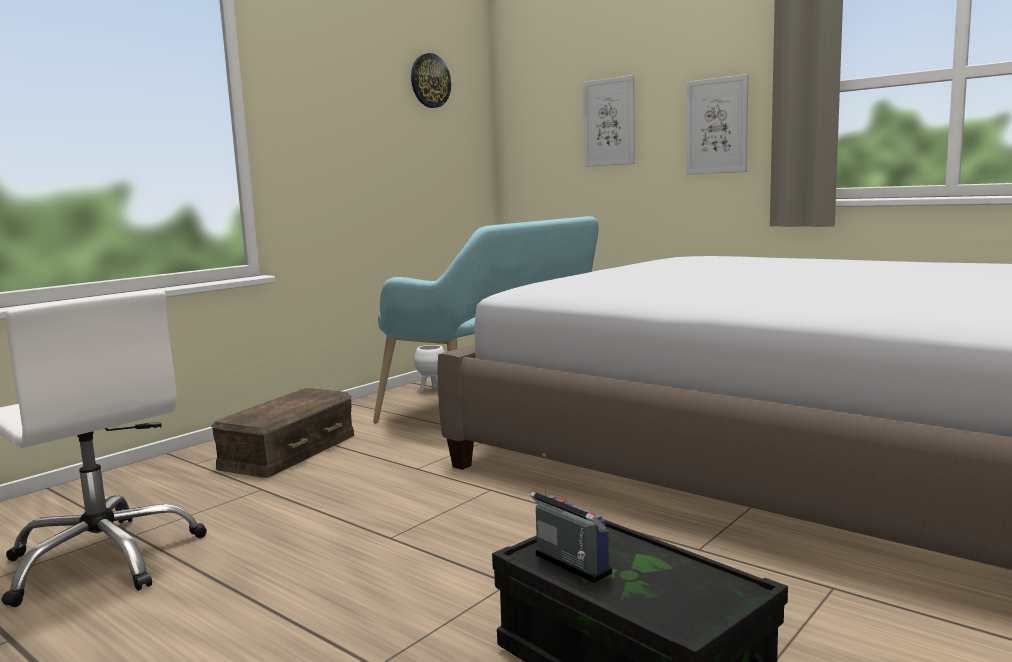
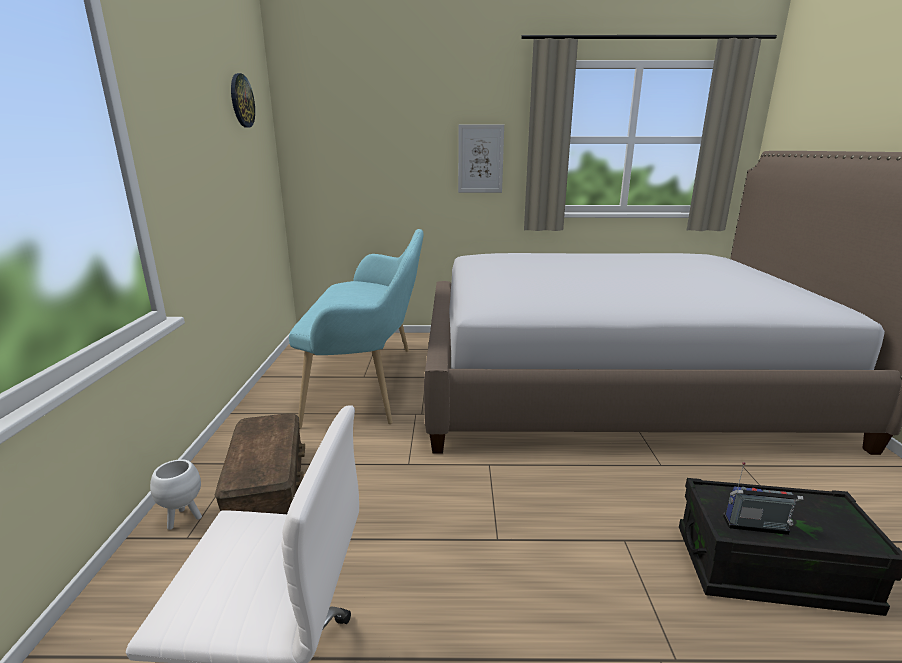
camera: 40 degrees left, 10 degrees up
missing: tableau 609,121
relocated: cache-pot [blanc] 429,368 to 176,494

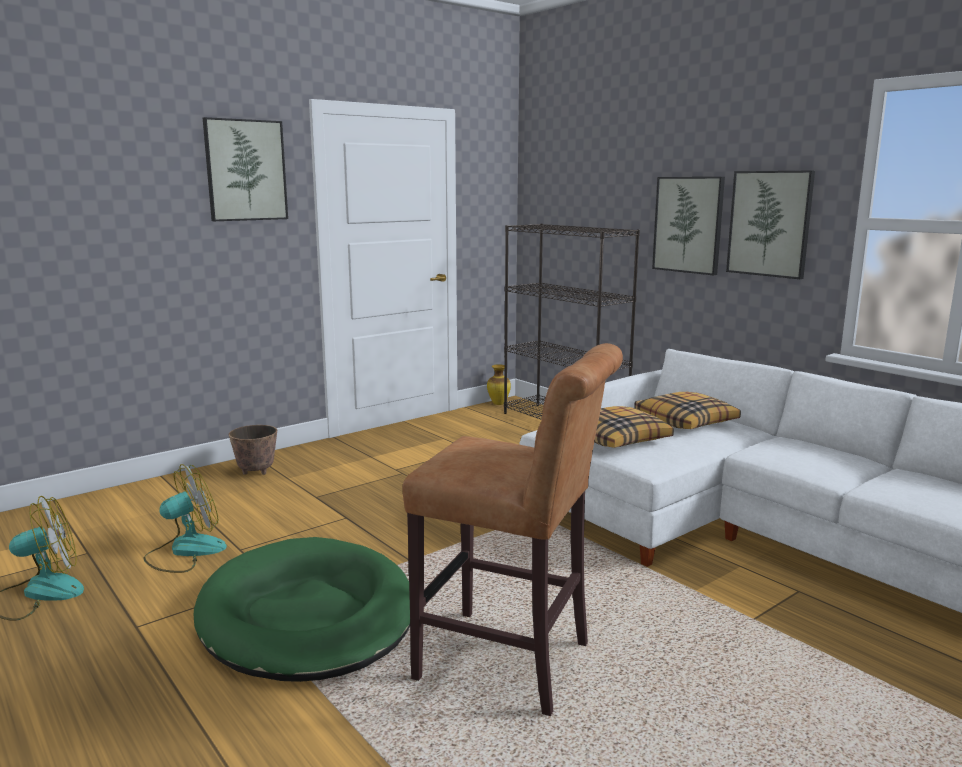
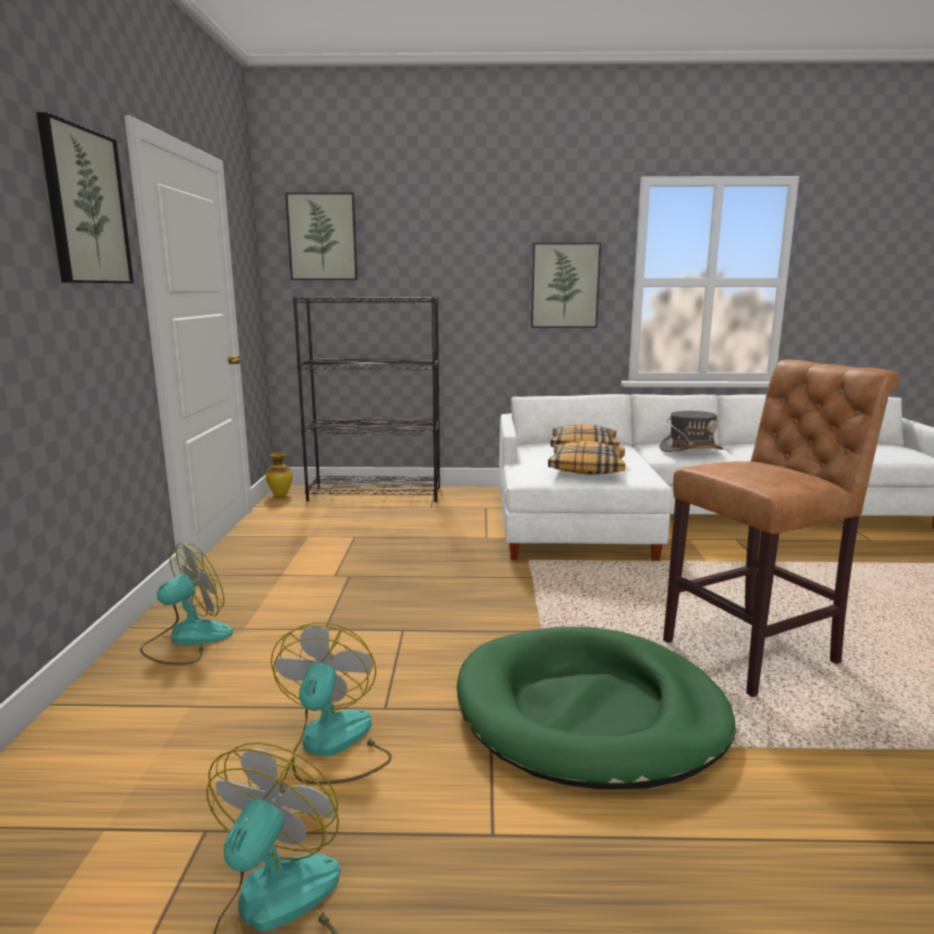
camera: 50 degrees left, 0 degrees up
appeared: chapeau [gris] 691,431
relocated: tableau 688,226 to 321,236
exchanged: cache-pot 253,450 to ventilateur 186,604

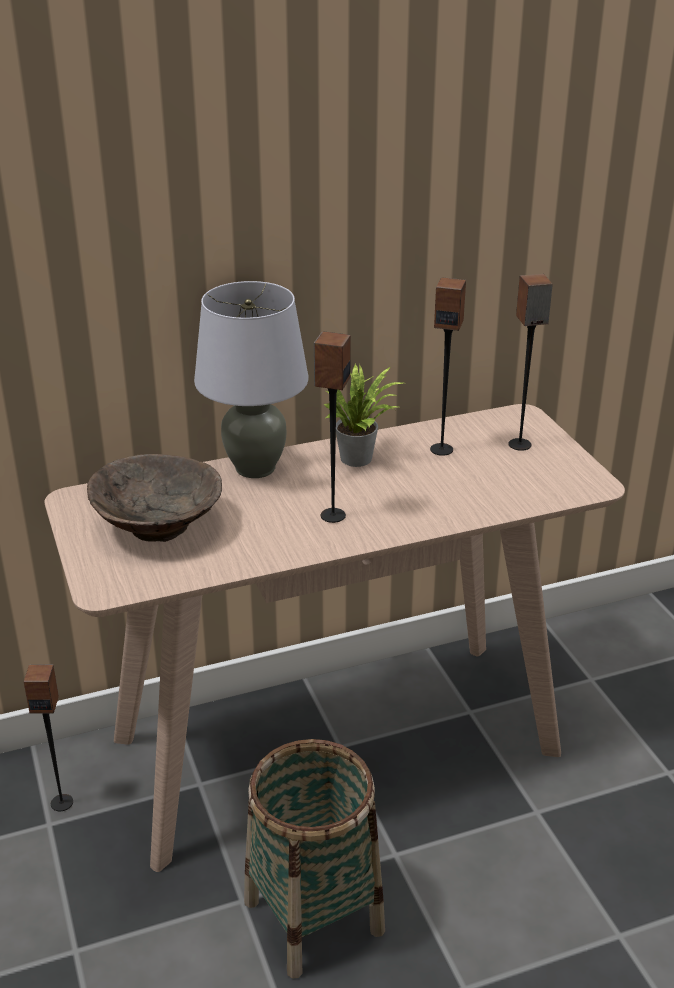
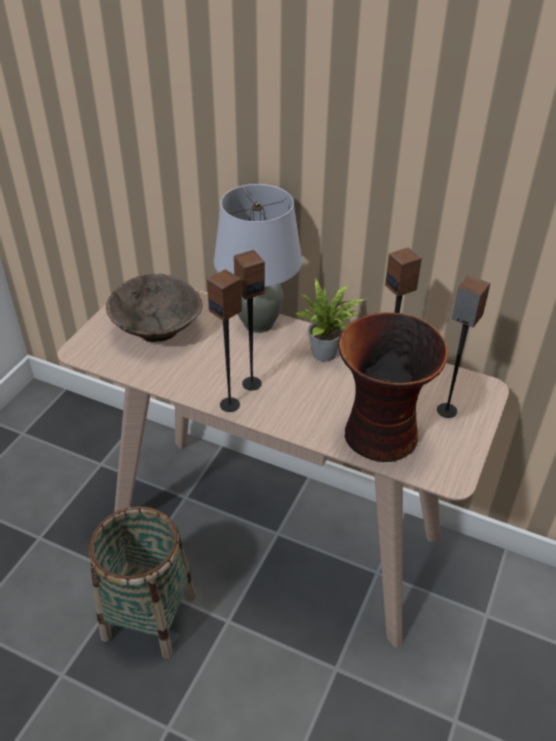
camera: 45 degrees right, 10 degrees up
appeared: vase 393,387
relocated: enceinte 48,737 to 224,340

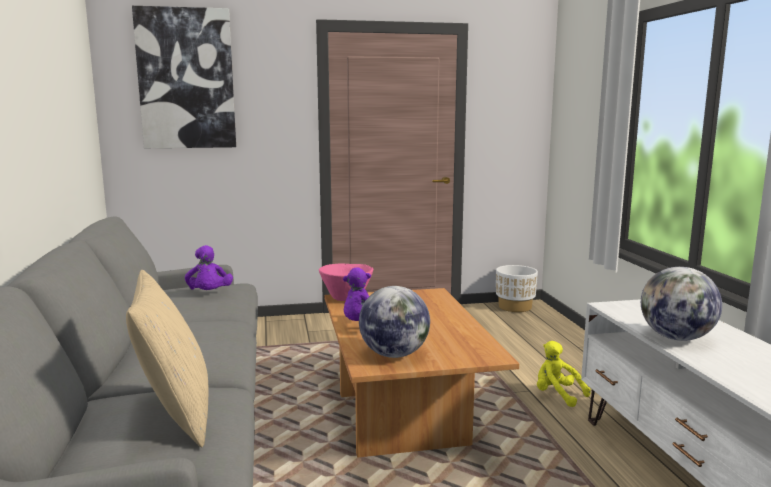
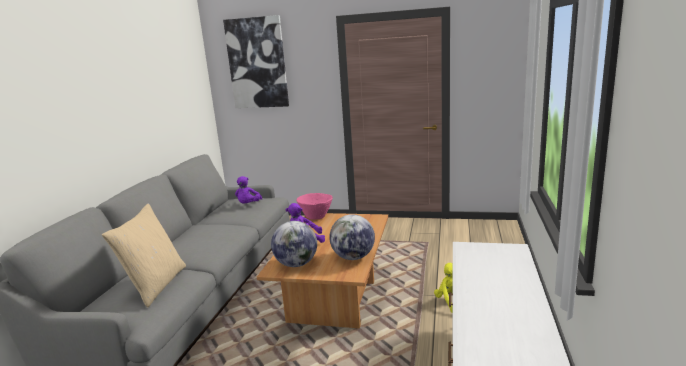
camera: 25 degrees right, 5 degrees up
missing: cache-pot [blanc] 517,288
relocated: globe 681,304 to 352,237

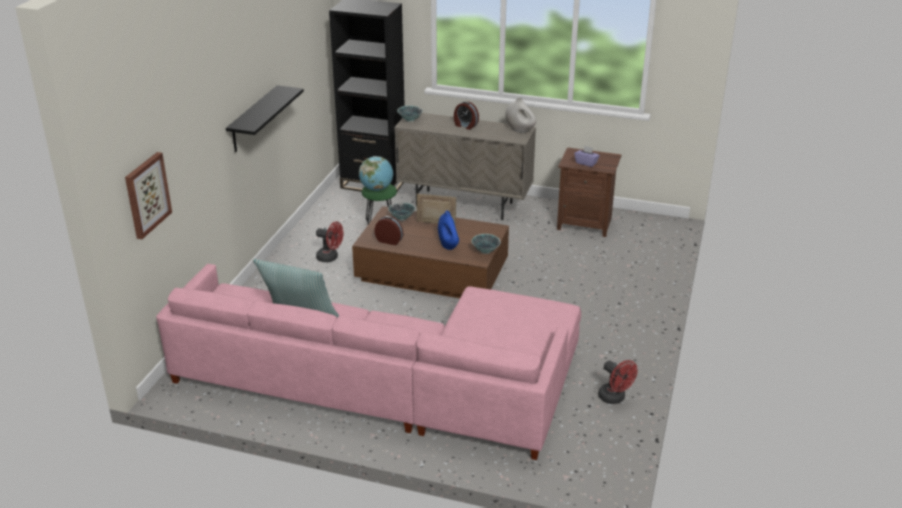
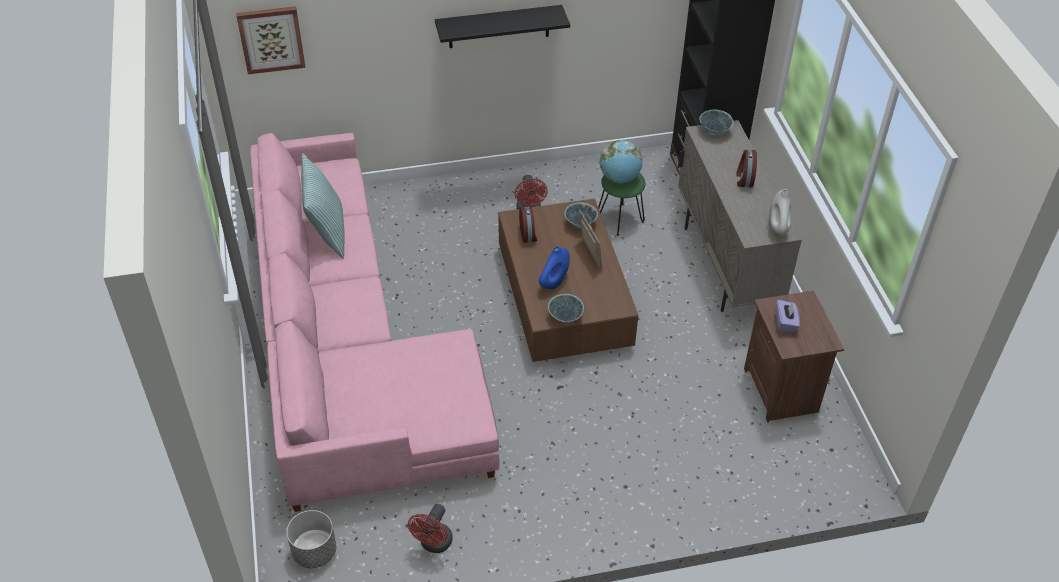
camera: 60 degrees right, 15 degrees up
appeared: cache-pot [gris] 311,539

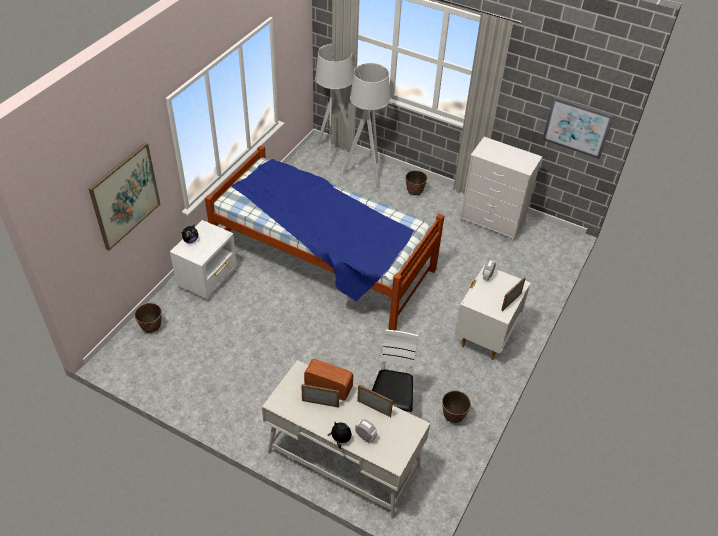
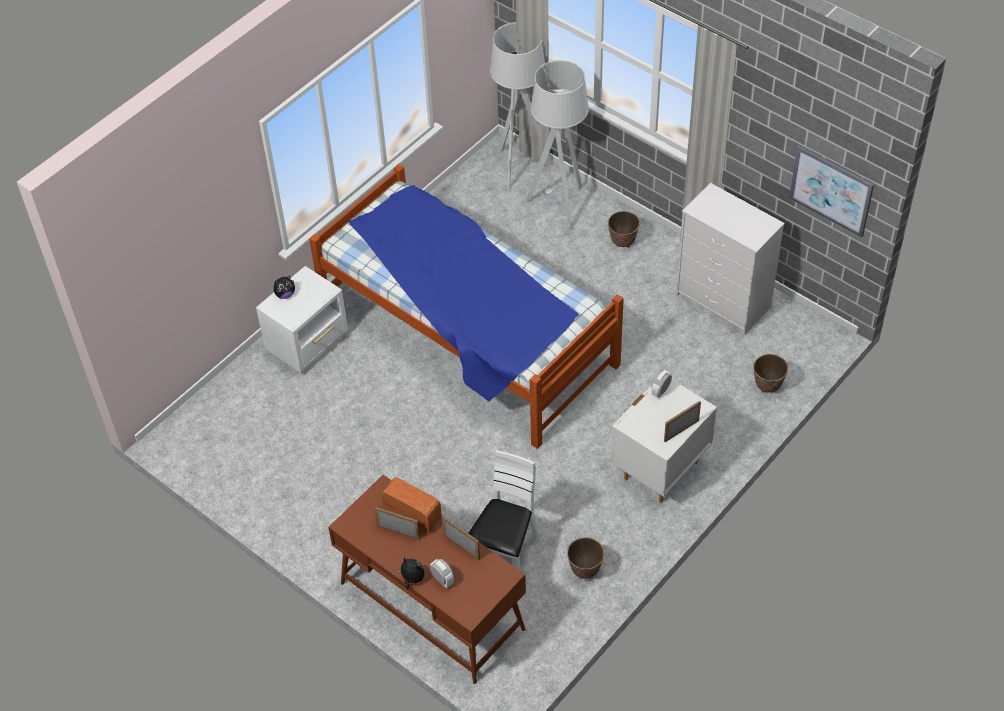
camera: 15 degrees right, 5 degrees up
missing: tableau 124,197
relocated: cache-pot 148,318 to 770,373
colour: bureau [blanc] 346,439 to bureau [marron] 427,579

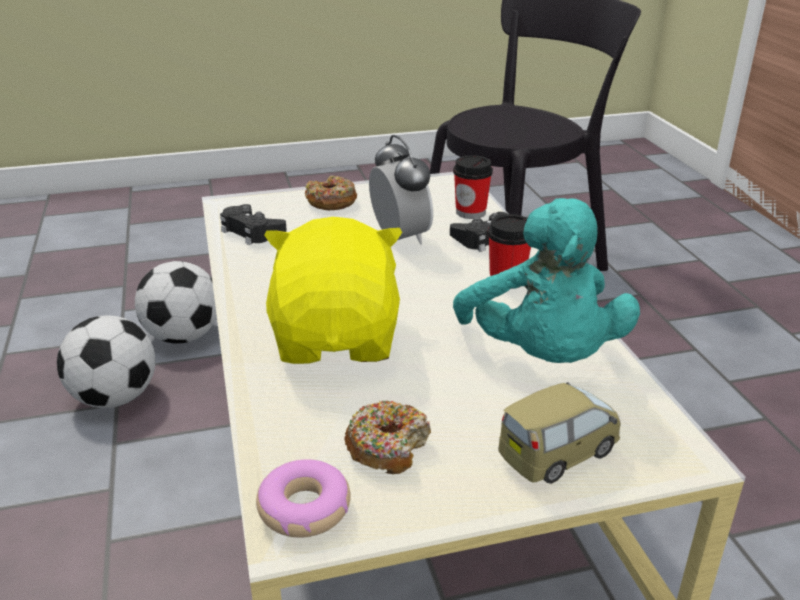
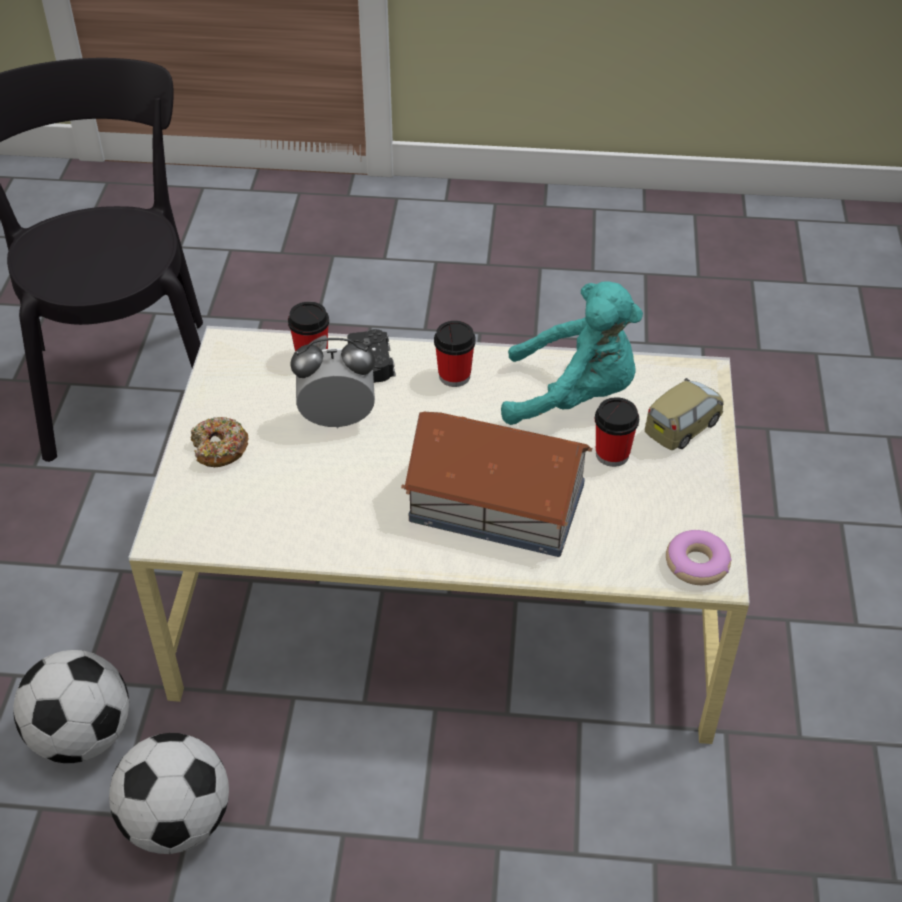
camera: 70 degrees left, 15 degrees up
missing: manette [noir] 253,224; beignet 387,437
appeared: tasse 617,432
exchanged: peluche [jaune] 333,290 to maison miniature 496,484
spun: petite voiture 560,433 = 684,414 60 degrees clockwise

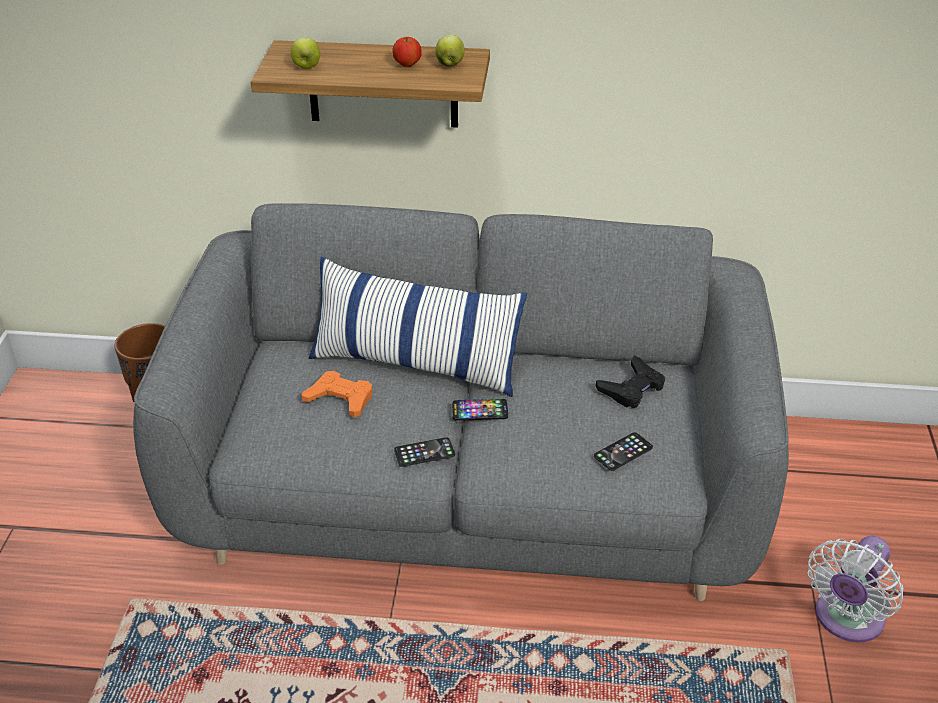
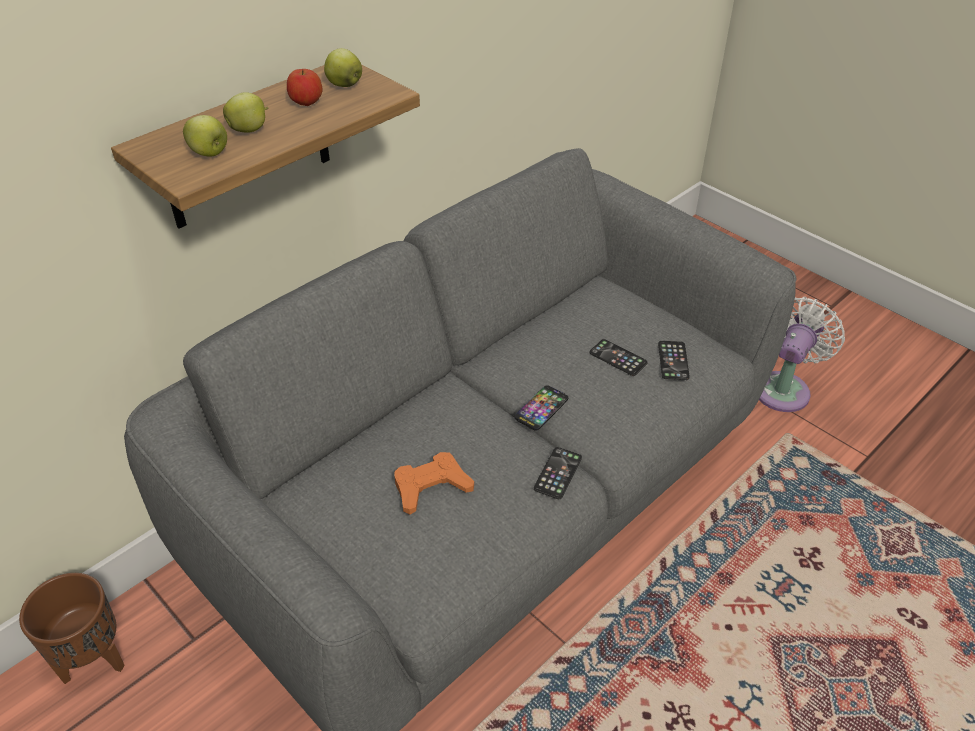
camera: 50 degrees left, 5 degrees up
missing: coussin 418,327; manette [noir] 630,382
appeared: pomme 245,112; téléphone 619,357
spun: ventilateur [blanc] 856,589 = 802,354 135 degrees counterclockwise

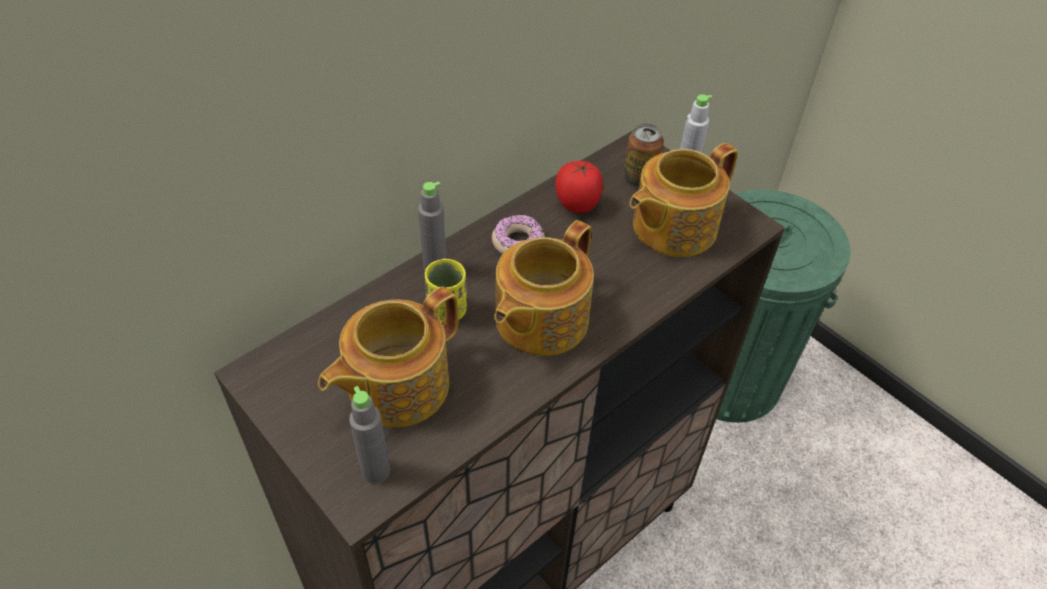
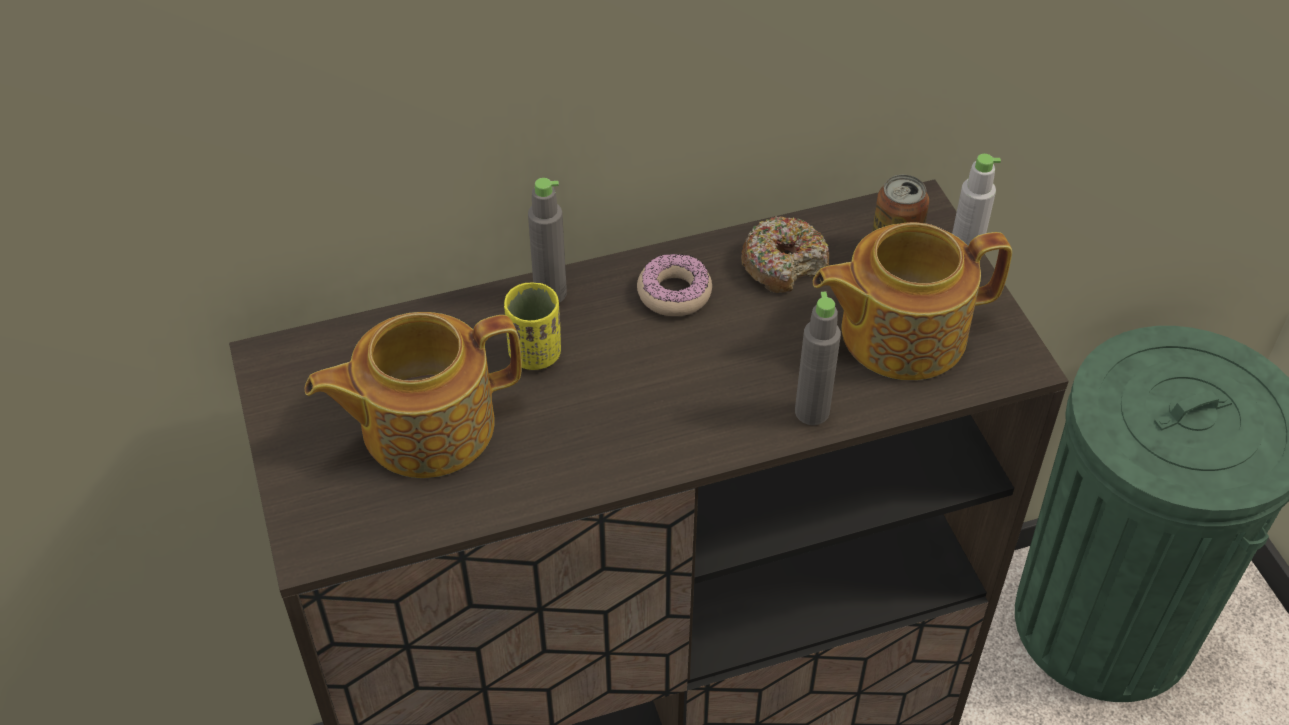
camera: 25 degrees right, 0 degrees up
missing: théière 544,288
relocated: bouteille [gris] 369,435 to 818,358
exchanged: tomate 579,187 to beignet 785,254

